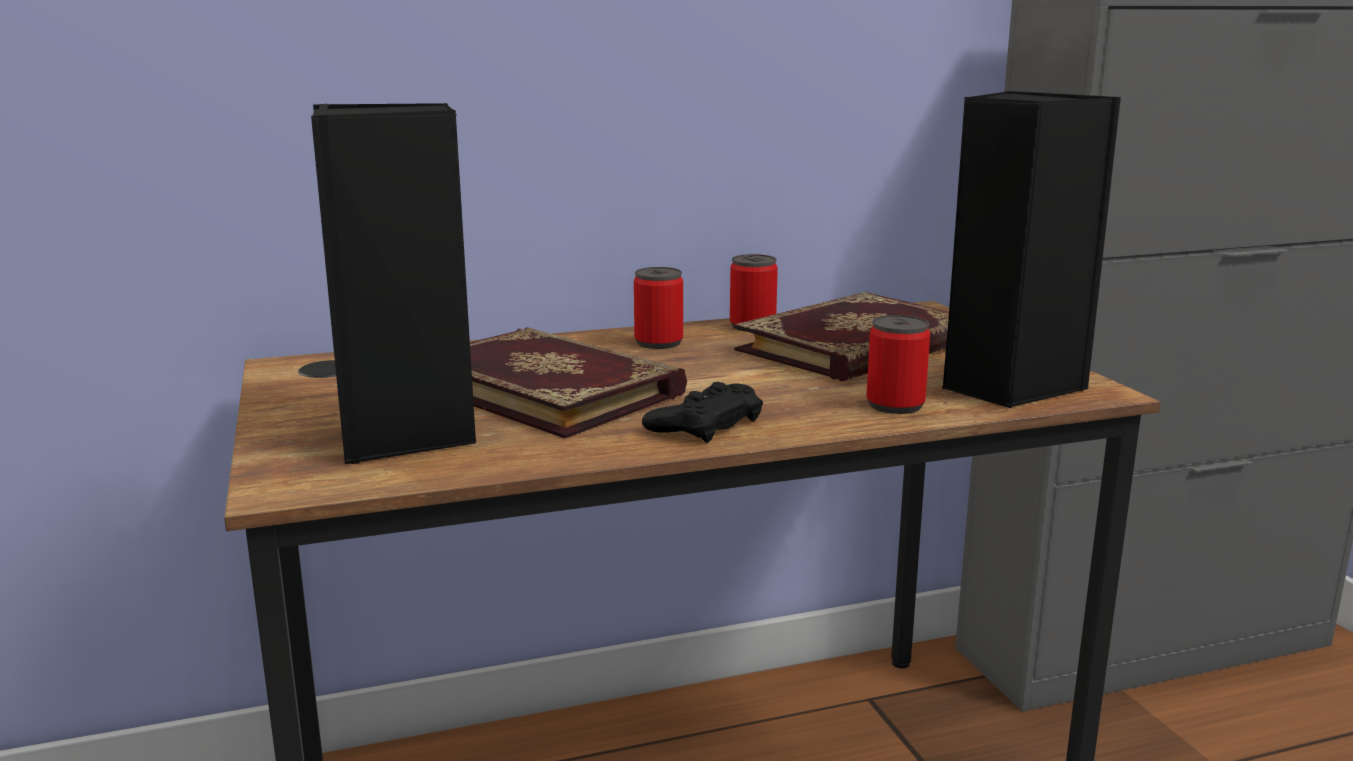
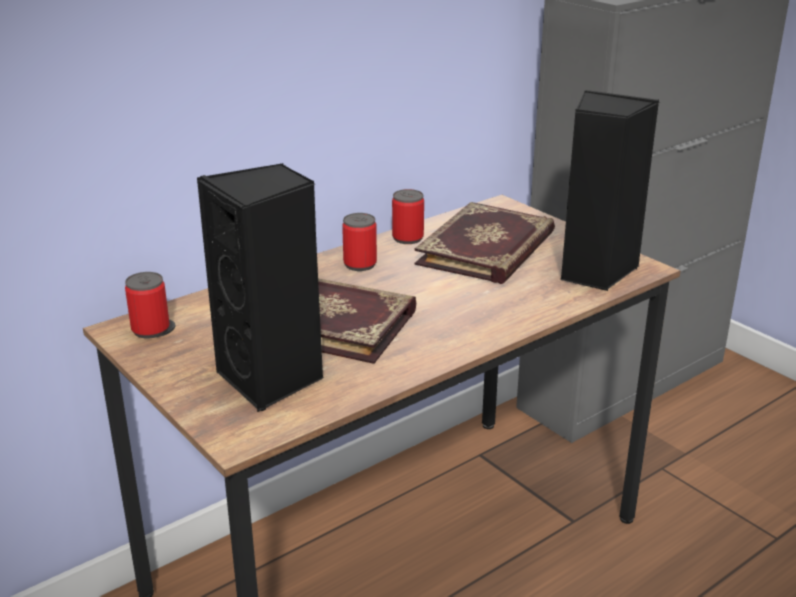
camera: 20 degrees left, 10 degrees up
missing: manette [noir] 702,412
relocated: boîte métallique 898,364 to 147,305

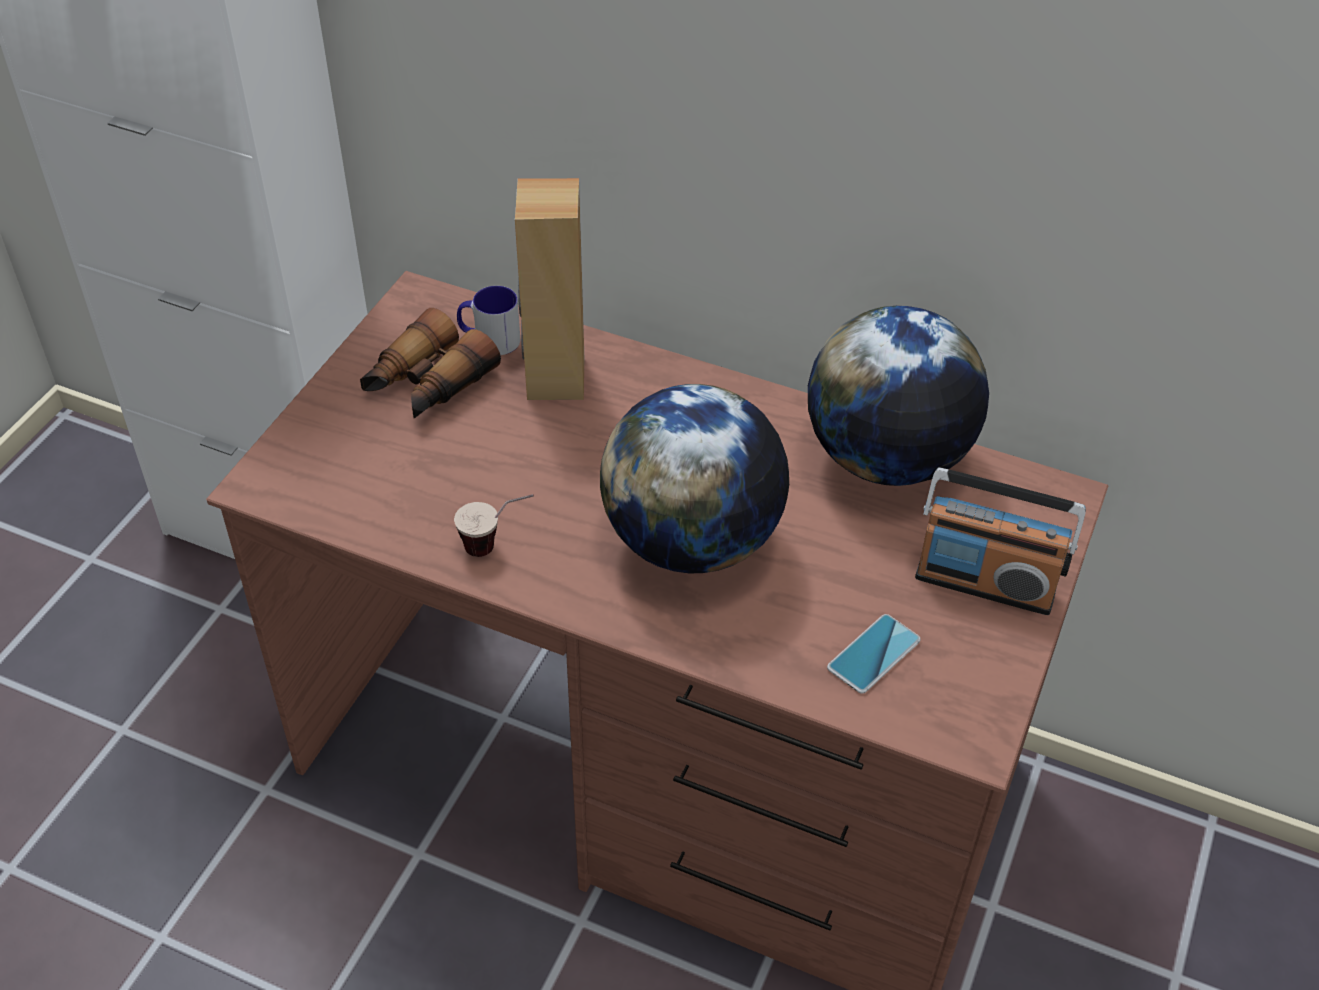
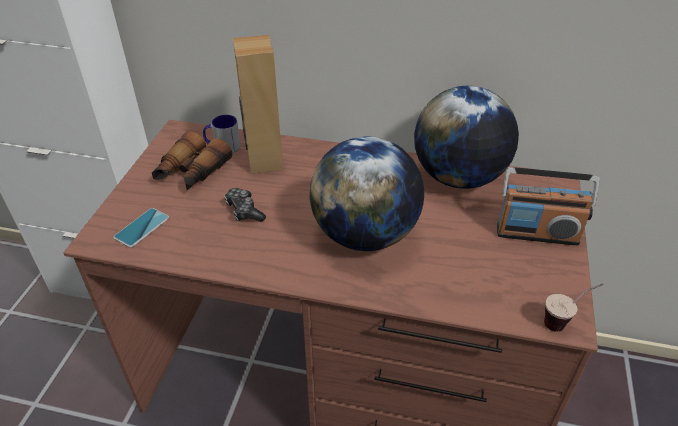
camera: 10 degrees left, 5 degrees down
appeared: manette 245,205
relocated: tasse 494,525 to 574,307; téléphone 874,654 to 141,228

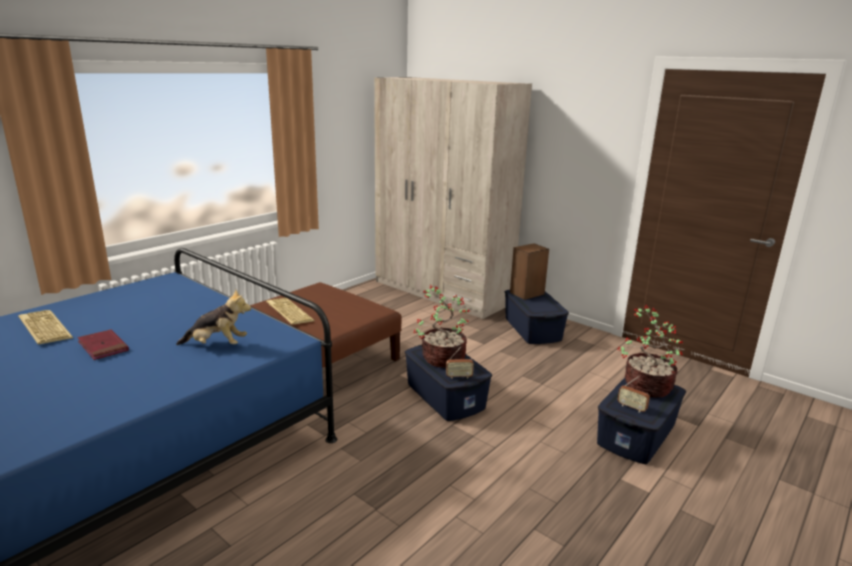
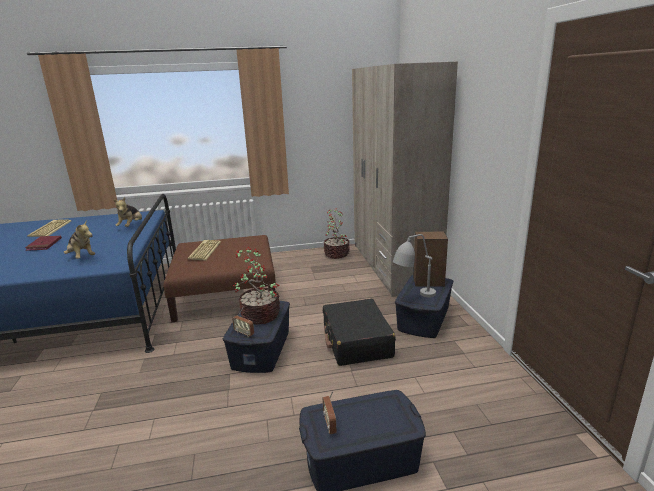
camera: 40 degrees right, 0 degrees up
appeared: peluche 127,212; valise [noir] 359,332; lampe de table [gris] 414,265
relocated: plante en pot 650,351 to 337,234

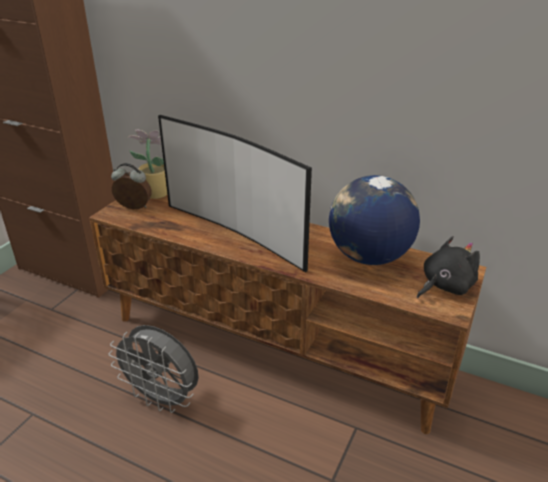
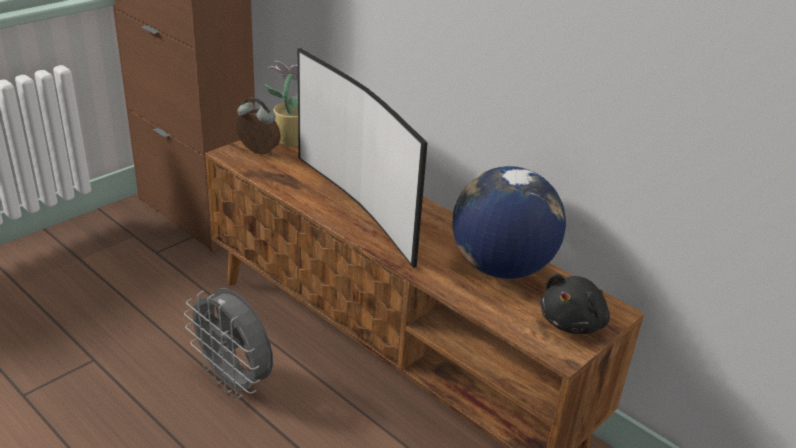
camera: 15 degrees right, 0 degrees up
spun: peluche [noir] 448,267 = 575,304 150 degrees clockwise

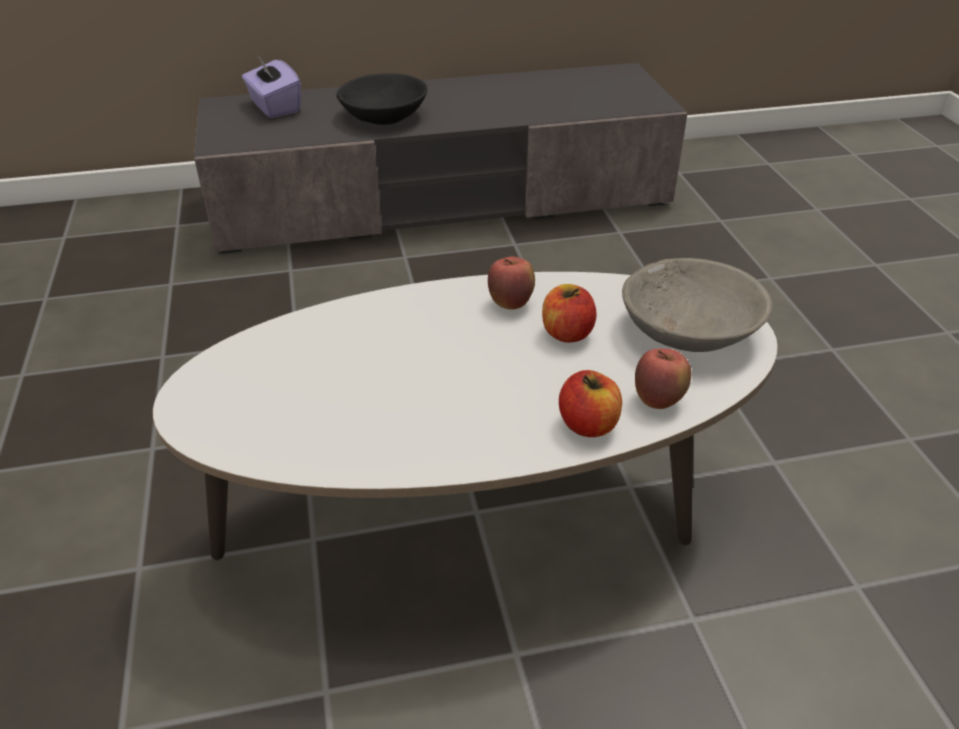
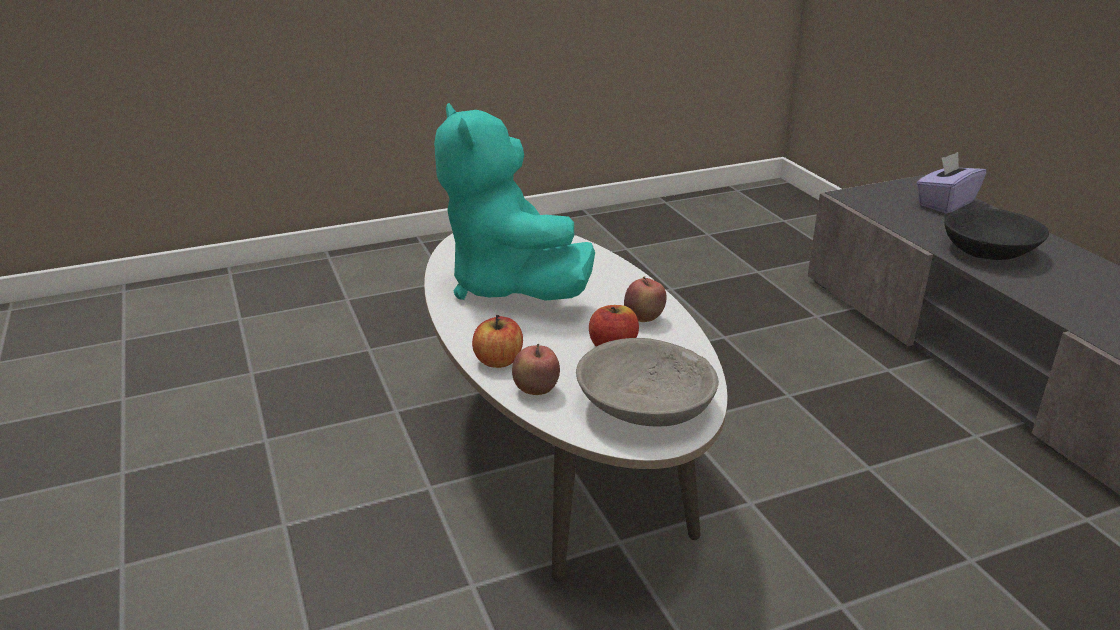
camera: 80 degrees right, 10 degrees down
appeared: peluche [turquoise] 514,202

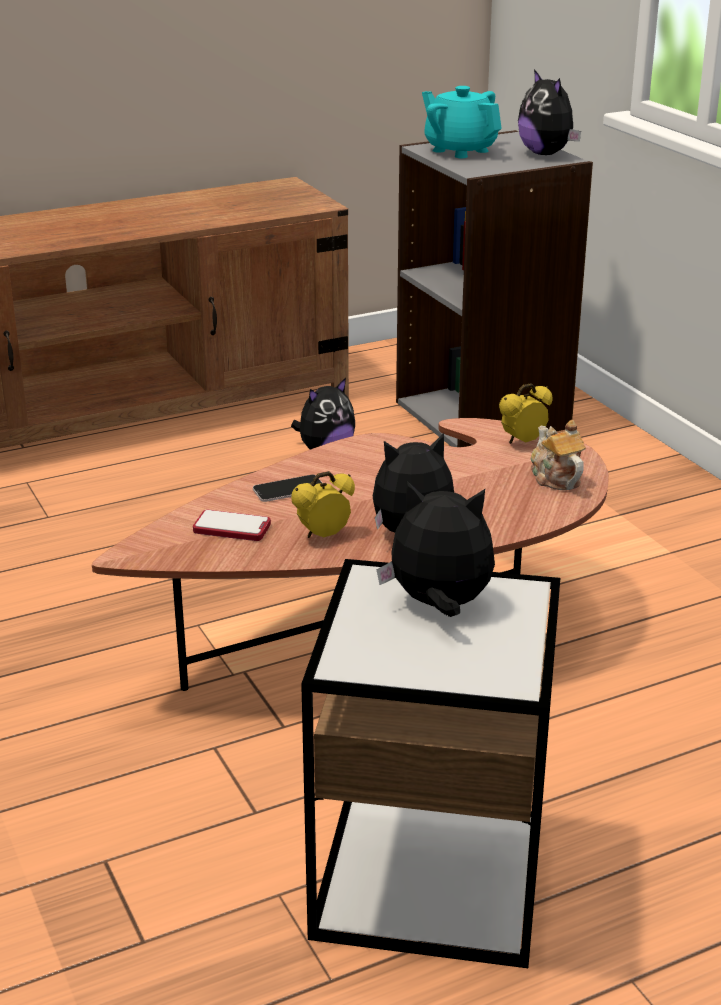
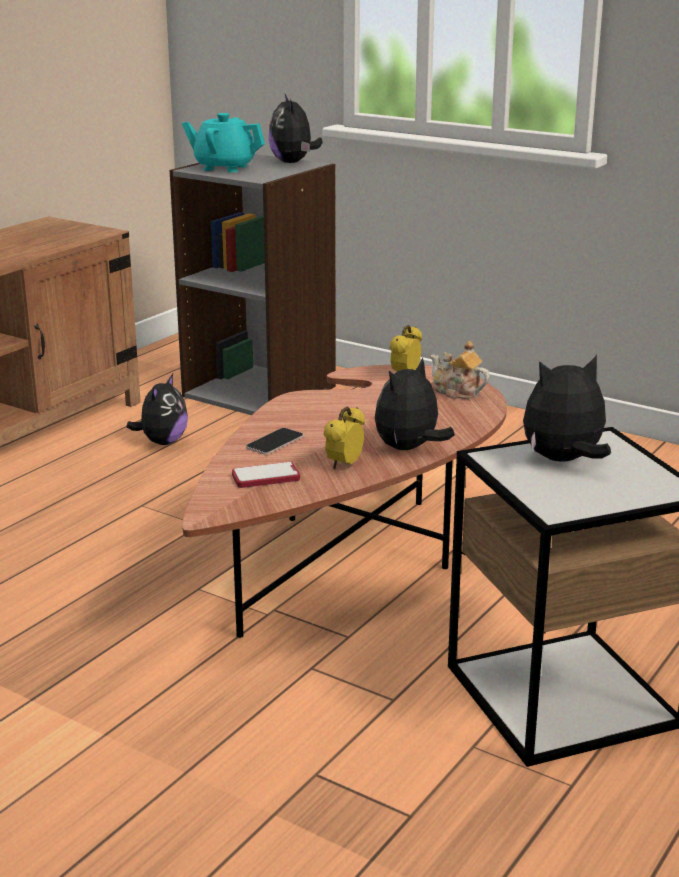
camera: 30 degrees left, 5 degrees down
spun: peluche 549,112 = 295,128 45 degrees clockwise

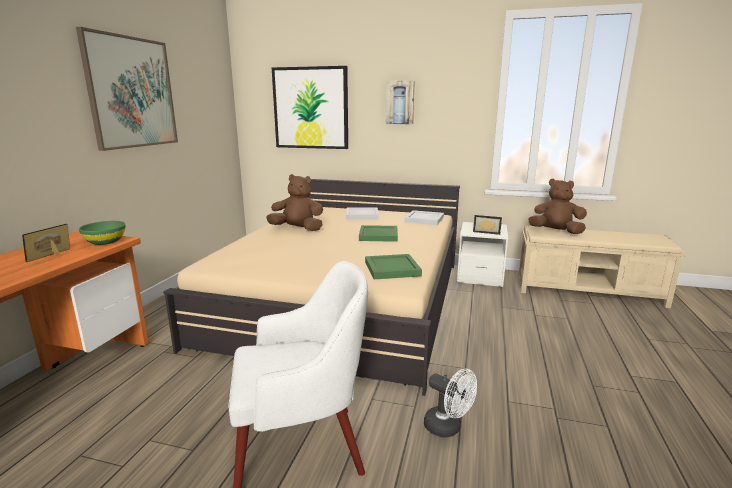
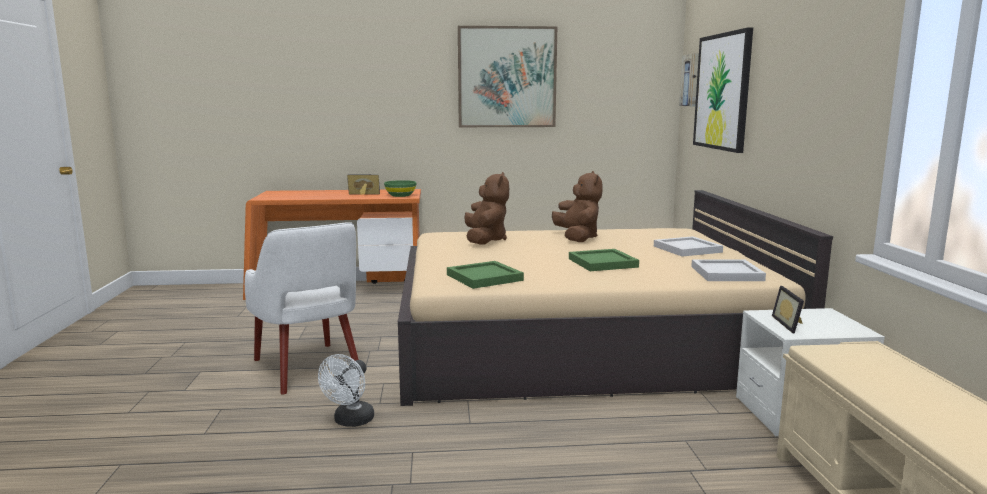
camera: 70 degrees right, 5 degrees down
relocated: tableau 400,102 to 689,79; peluche [marron] 557,206 to 486,208

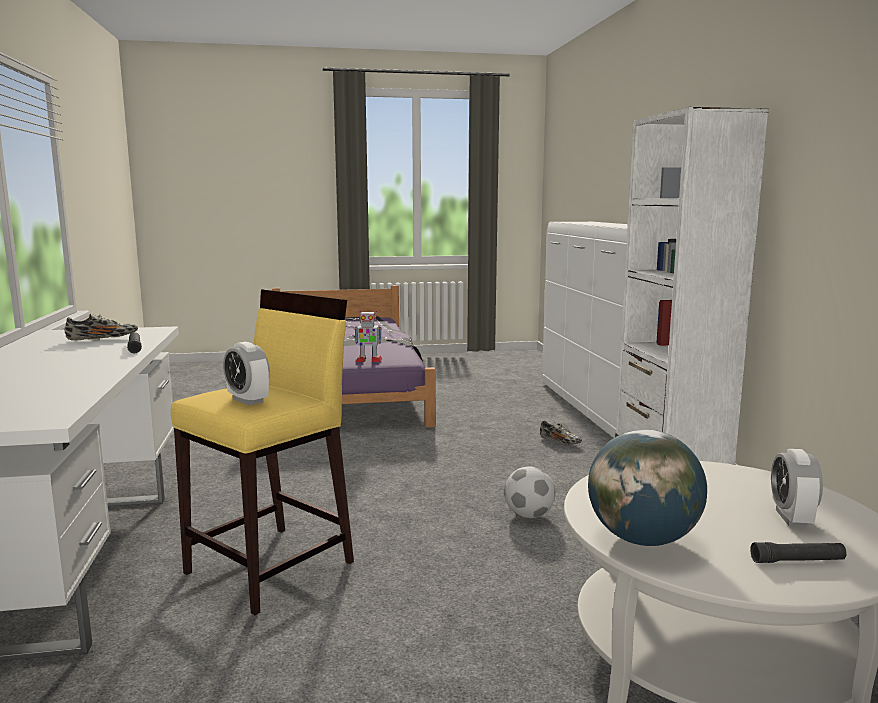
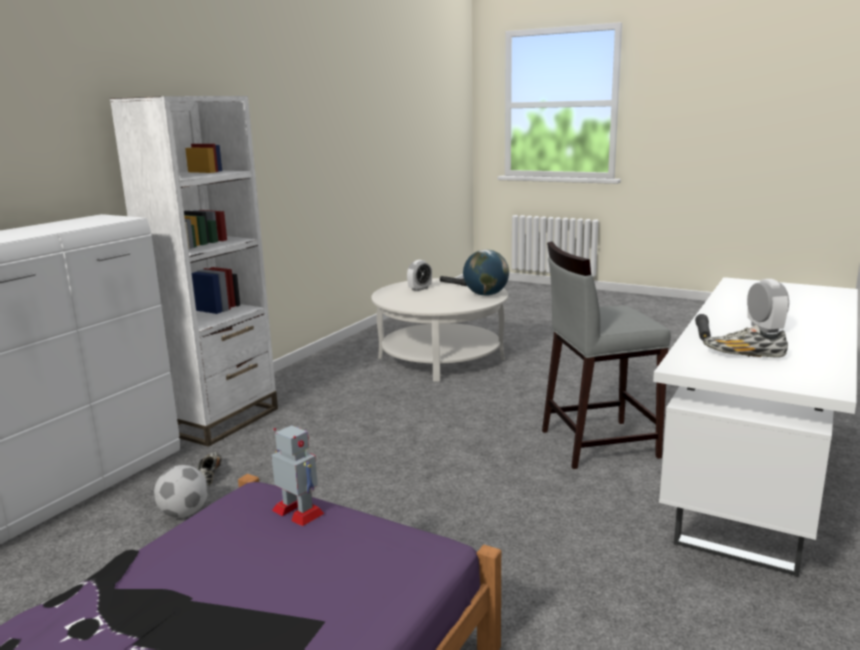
camera: 140 degrees left, 5 degrees up
relocated: réveil 246,373 to 768,306; ballon de foot 529,492 to 181,491
colour: tabouret [jaune] 262,452 to tabouret [gris] 606,355

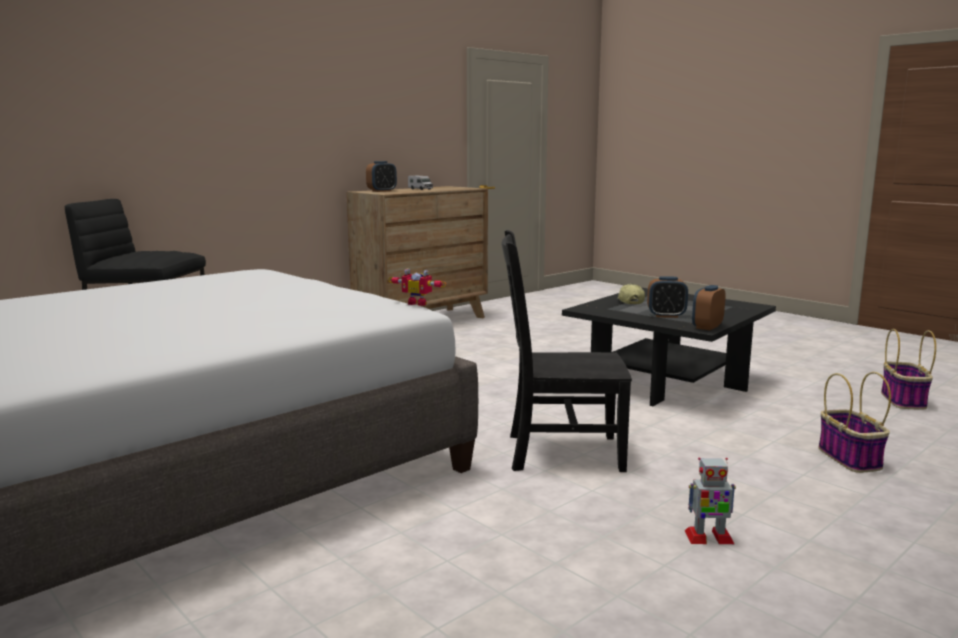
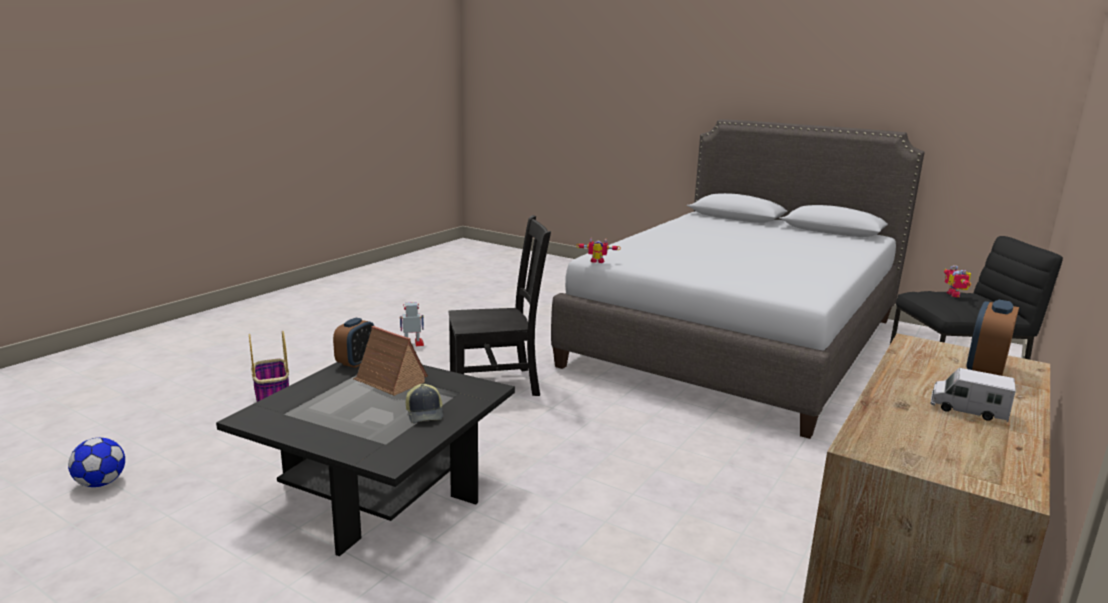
camera: 165 degrees right, 5 degrees up
appeared: robot jouet 957,281
exchanged: réveil 667,297 to maison miniature 390,361; panier 908,369 to ballon de foot 96,462

